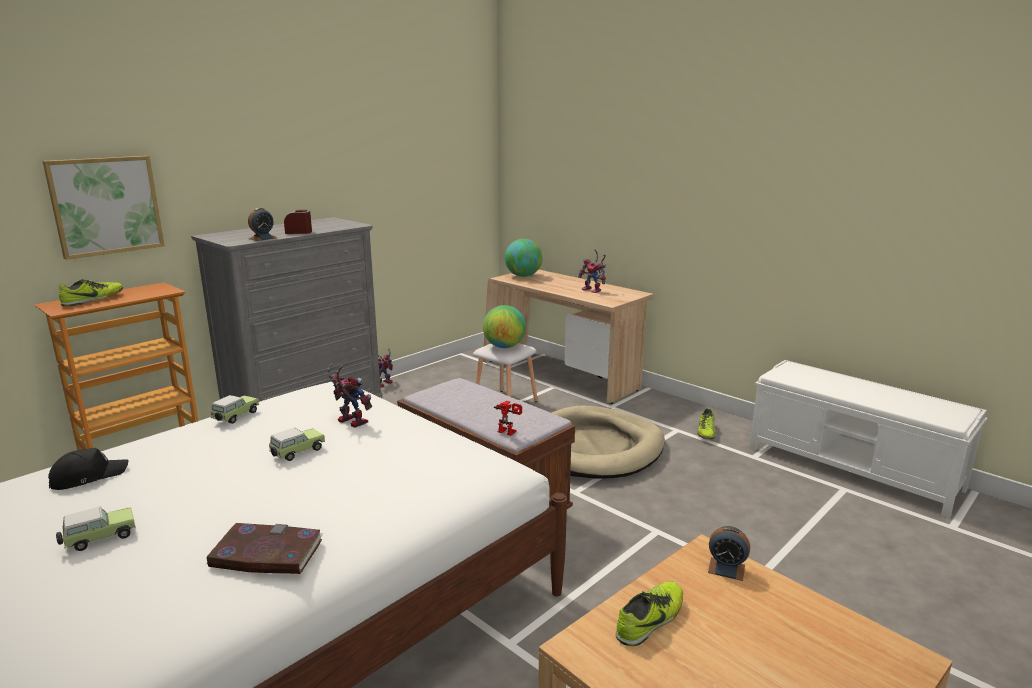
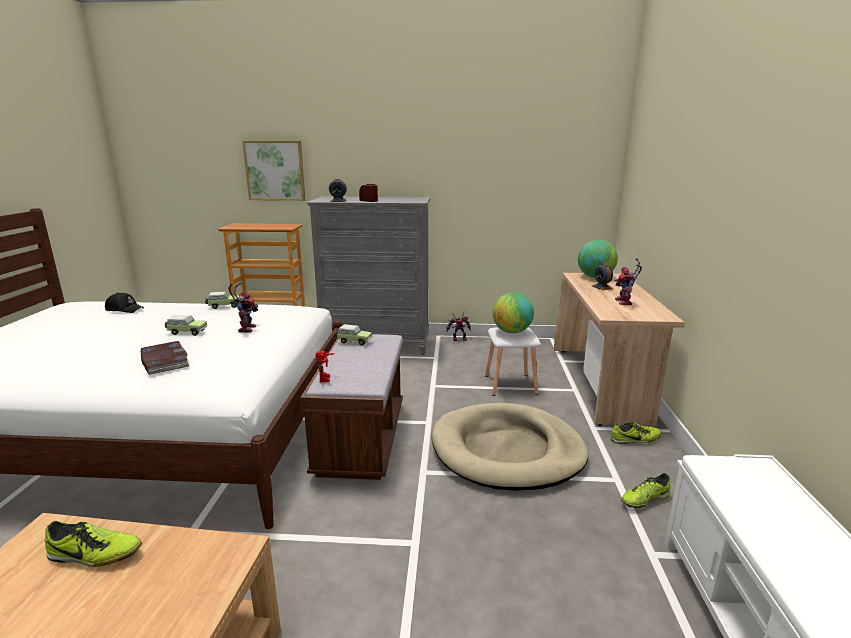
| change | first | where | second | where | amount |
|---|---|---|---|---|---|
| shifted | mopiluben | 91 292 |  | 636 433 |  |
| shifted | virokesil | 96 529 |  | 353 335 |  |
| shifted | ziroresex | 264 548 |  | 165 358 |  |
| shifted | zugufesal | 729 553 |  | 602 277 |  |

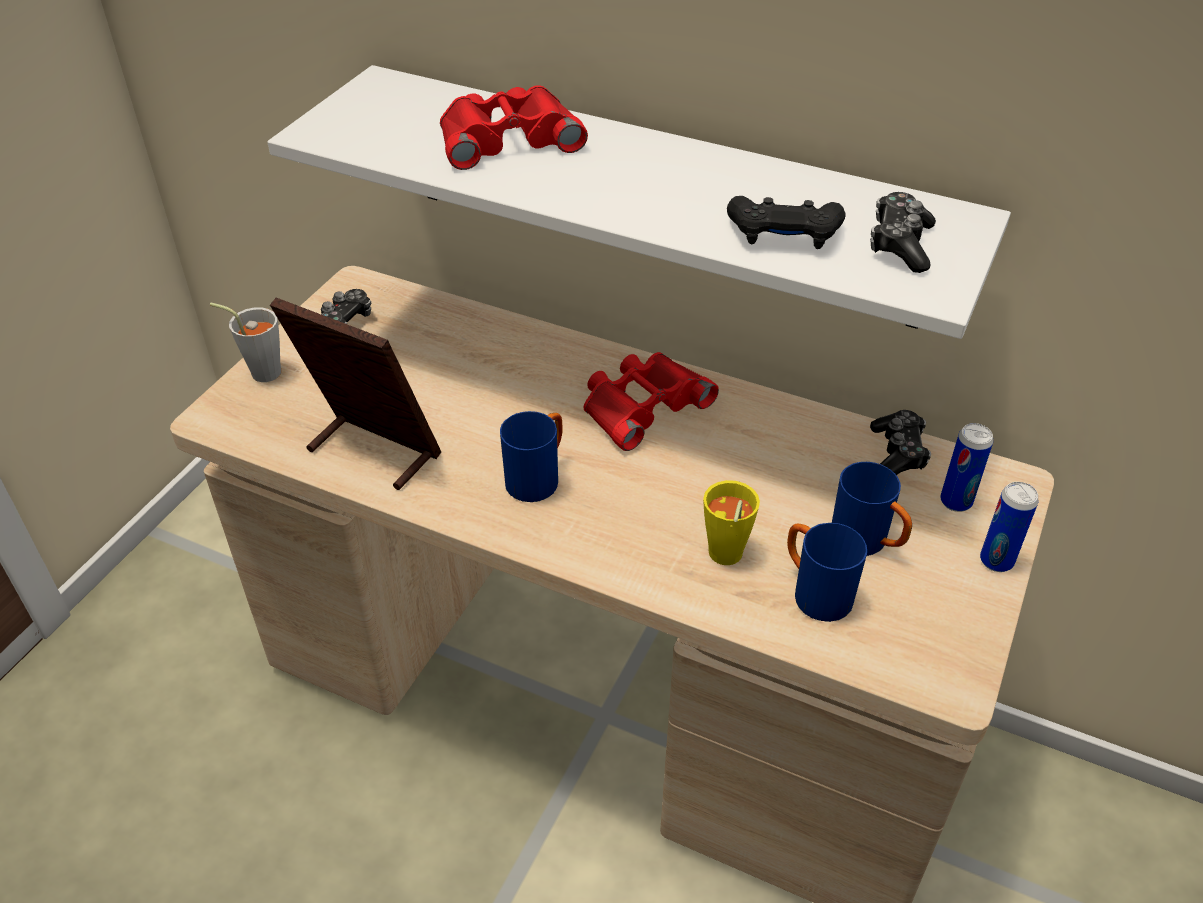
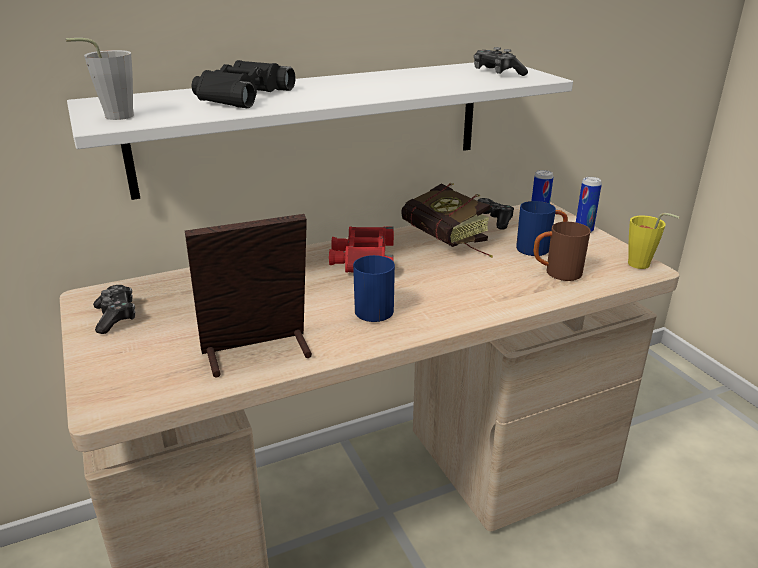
| change | first | where | second | where | amount |
|---|---|---|---|---|---|
| repainted | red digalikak | 514 127 | black digalikak | 243 84 |  |
| gone | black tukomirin | 786 222 |  |  |  |
| shifted | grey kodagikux | 245 342 |  | 100 79 |  |
| shifted | yellow kodagikux | 731 522 |  | 654 241 |  |
| repainted | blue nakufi | 827 572 | brown nakufi | 562 251 |  |
| new |  |  | ziroresex | 446 220 |  |

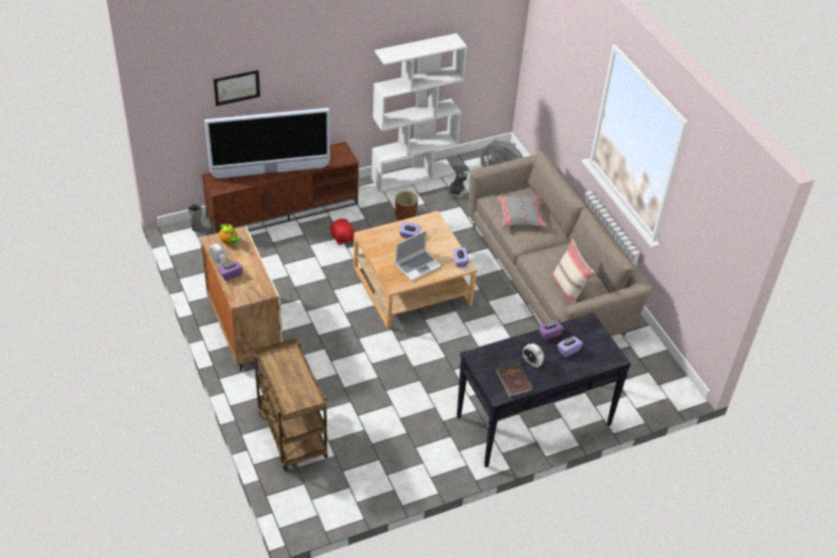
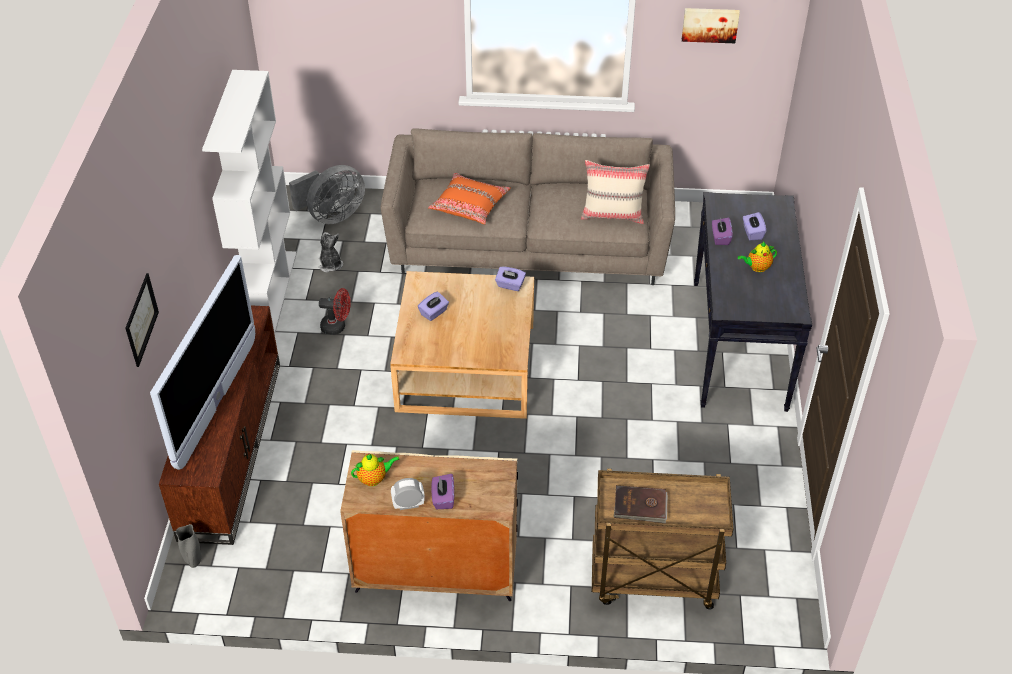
| change | first | where | second | where | amount |
|---|---|---|---|---|---|
| swapped | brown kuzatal | 406 206 | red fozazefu | 335 311 |  |
| repainted | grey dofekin | 522 211 | orange dofekin | 469 198 |  |
| gone | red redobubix | 343 232 |  |  |  |
| gone | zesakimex | 418 255 |  |  |  |
| swapped | zugufesal | 533 355 | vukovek | 757 257 |  |
| shifted | brown ziroresex | 515 379 |  | 641 504 |  |
| new |  |  | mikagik | 711 25 |  |

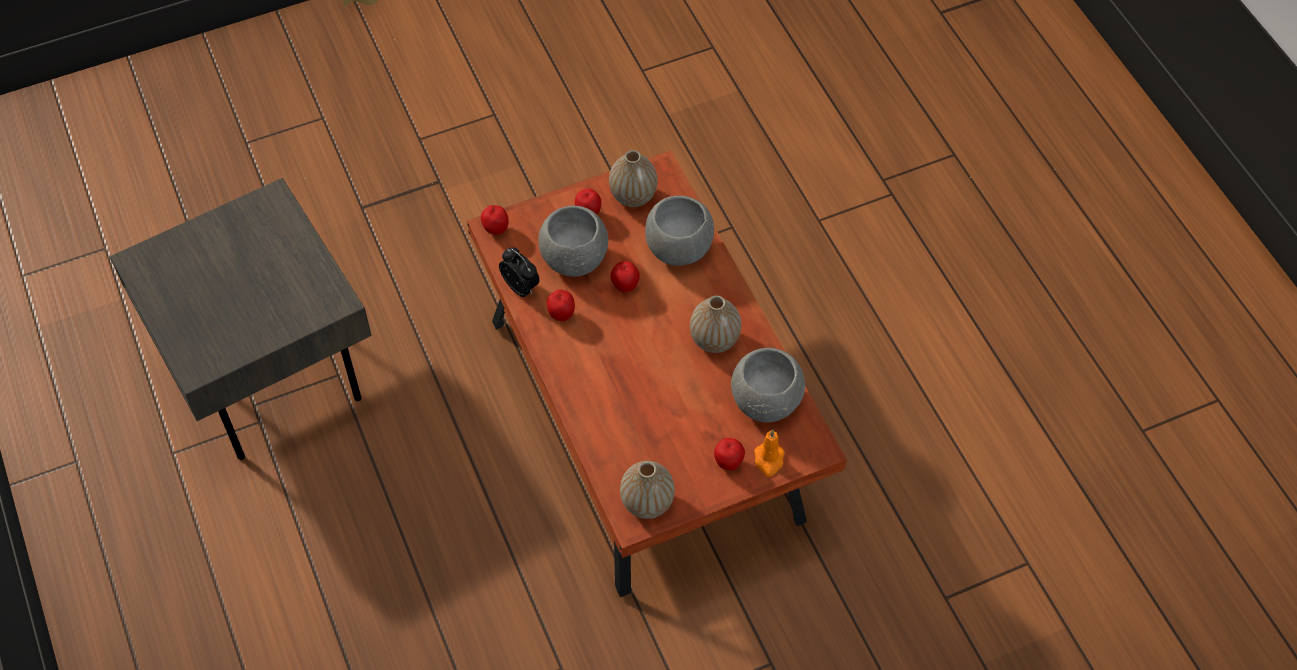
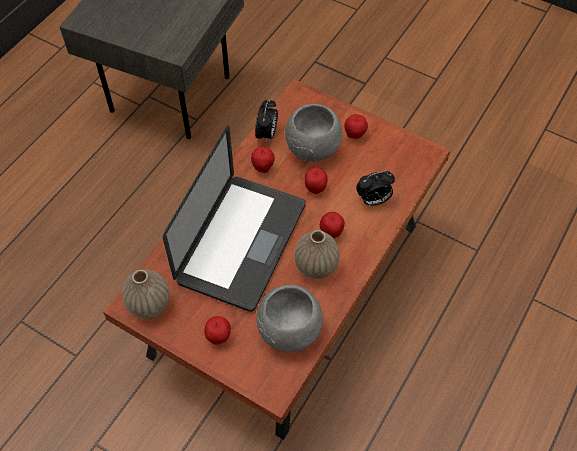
| change | first | where | second | where | amount |
|---|---|---|---|---|---|
| gone | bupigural | 633 178 |  |  |  |
| swapped | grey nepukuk | 679 231 | zugufesal | 375 188 |  |
| shifted | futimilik | 495 220 |  | 332 225 |  |
| gone | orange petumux | 769 453 |  |  |  |
| new |  |  | zesakimex | 234 219 |  |

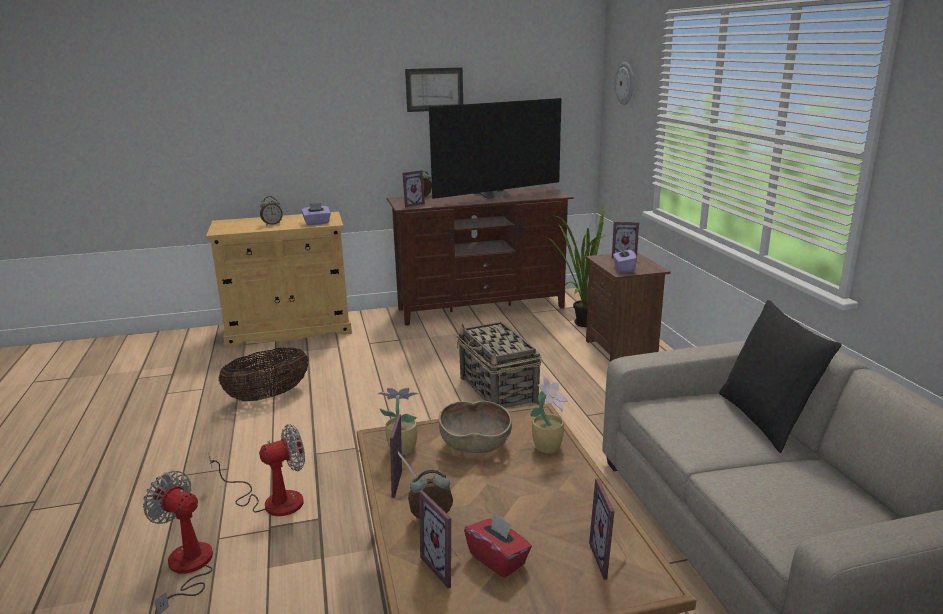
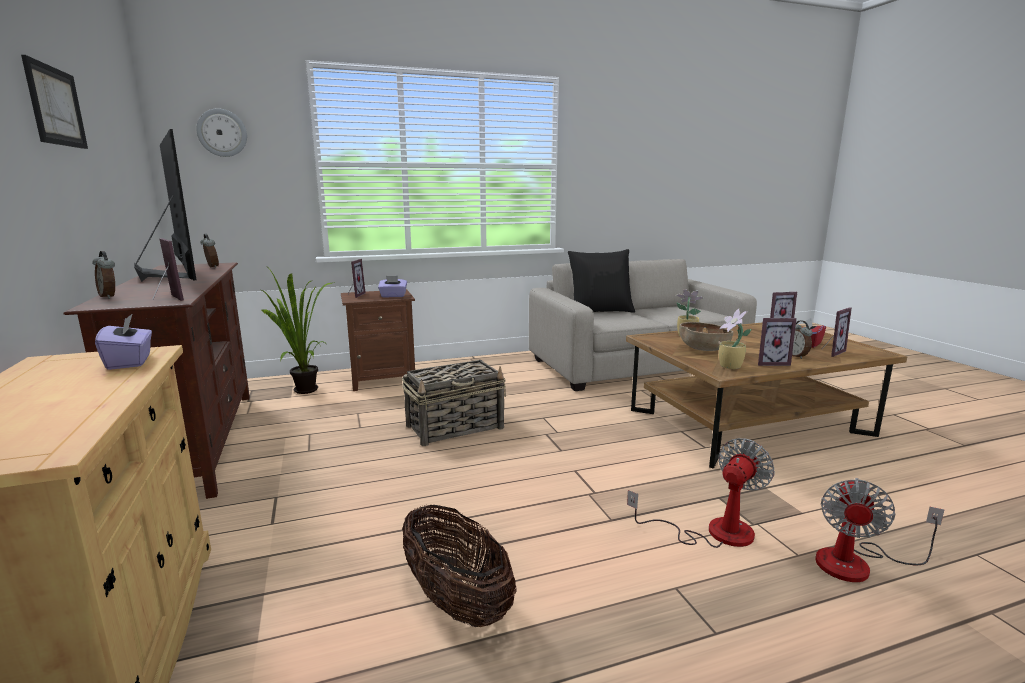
| change | first | where | second | where | amount |
|---|---|---|---|---|---|
| shifted | zugufesal | 271 211 |  | 210 250 |  |
| rotated | fozazefu | 256 470 |  | 701 493 | 75 degrees clockwise |

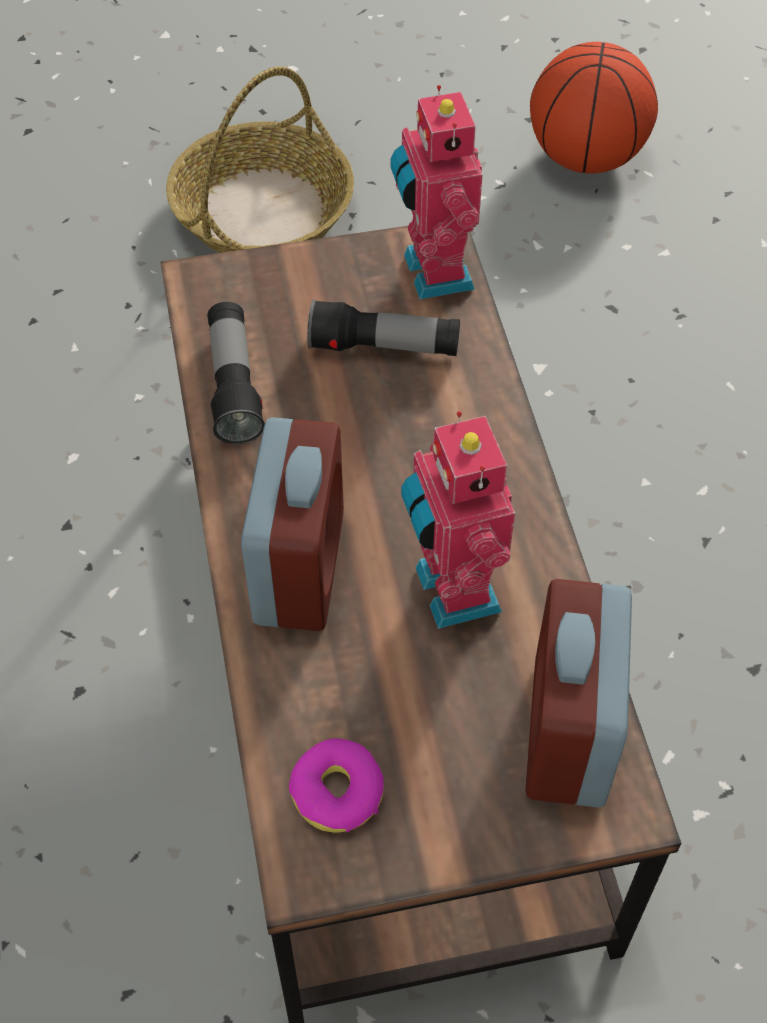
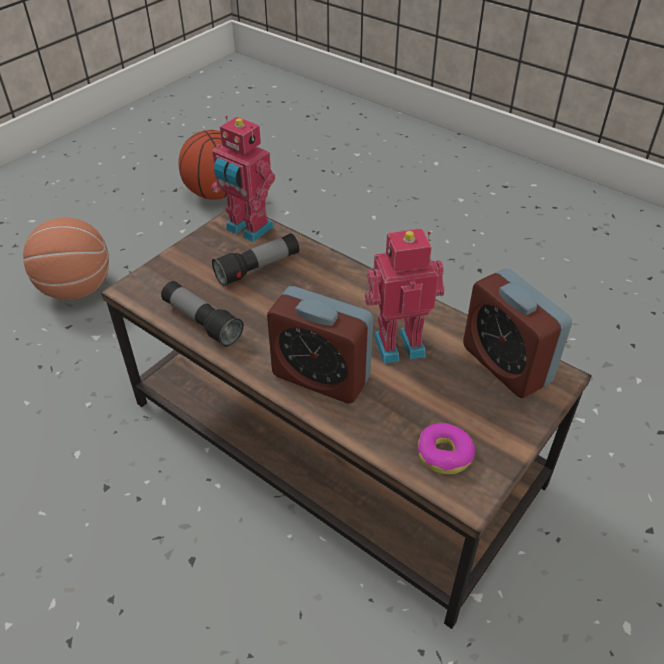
| change | first | where | second | where | amount |
|---|---|---|---|---|---|
| swapped | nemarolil | 260 160 | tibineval | 66 259 |  |
| rotated | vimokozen | 458 520 |  | 405 296 | 135 degrees clockwise |
| rotated | zugufesal | 292 524 |  | 320 345 | 150 degrees clockwise |

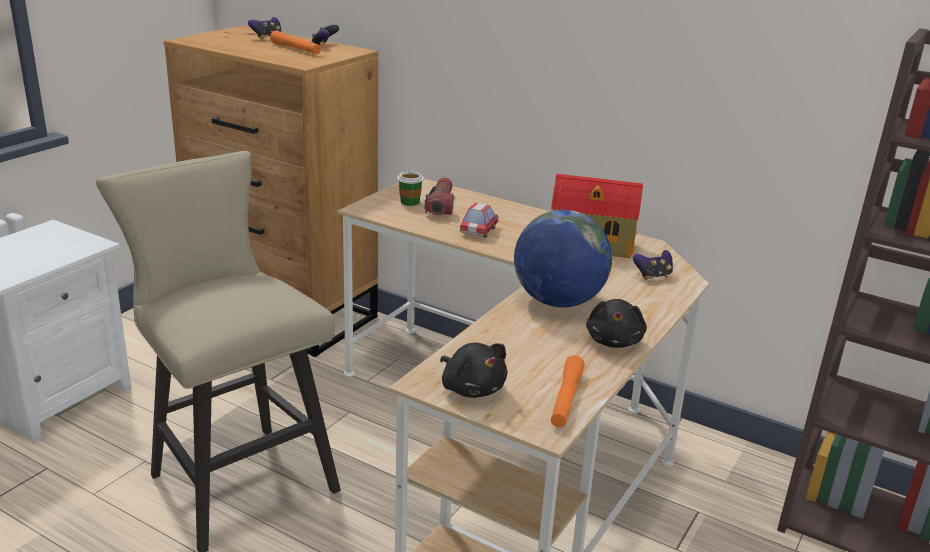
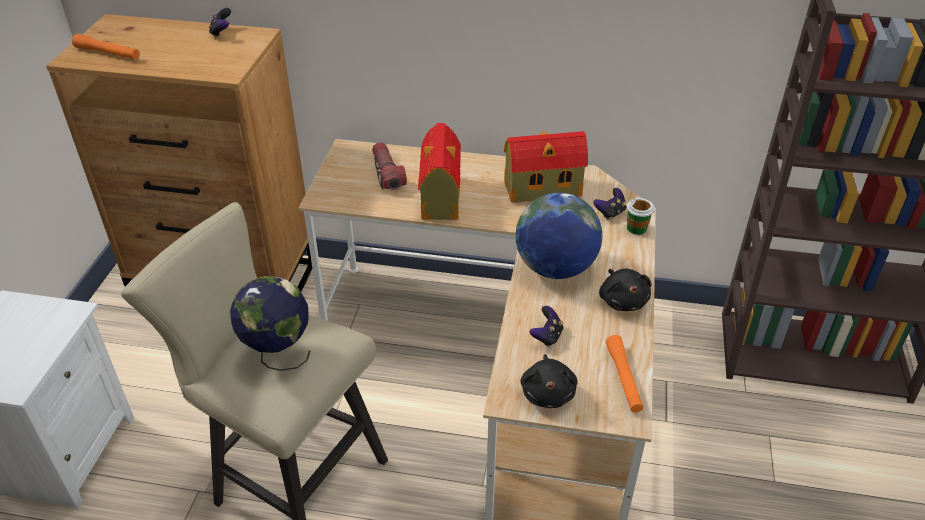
| change | first | where | second | where | amount |
|---|---|---|---|---|---|
| shifted | tukomirin | 265 28 |  | 546 326 |  |
| shifted | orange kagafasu | 295 42 |  | 106 47 |  |
| shifted | kodagikux | 410 188 |  | 641 216 |  |
| swapped | virokesil | 479 220 | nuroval | 439 171 |  |
| rotated | black redobubix | 473 370 |  | 549 381 | 60 degrees clockwise |
| new |  |  | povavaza | 270 323 |  |

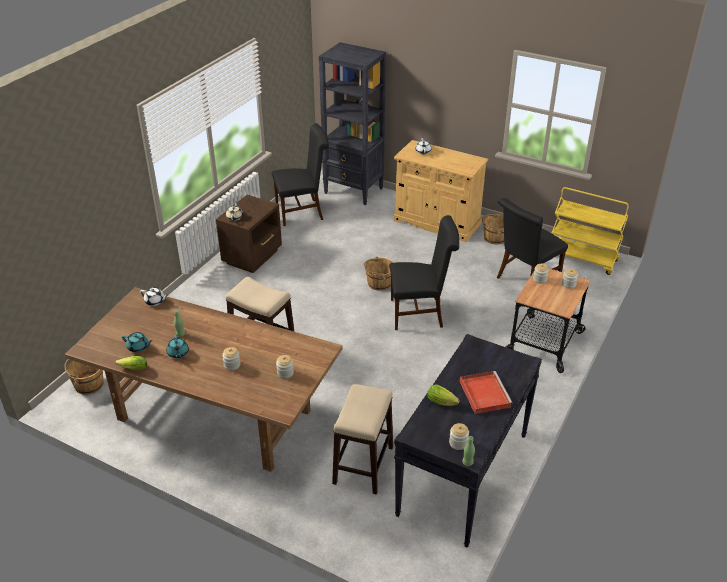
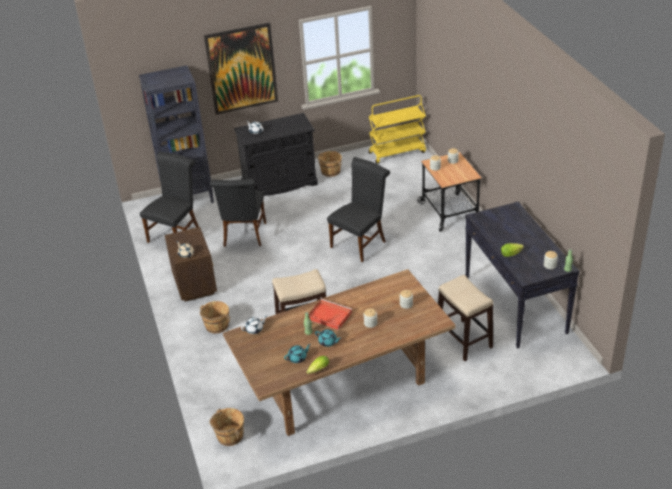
| change | first | where | second | where | amount |
|---|---|---|---|---|---|
| repainted | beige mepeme | 441 191 | black mepeme | 276 154 |  |
| shifted | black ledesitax | 532 238 |  | 238 212 |  |
| shifted | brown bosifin | 378 274 |  | 215 317 |  |
| shifted | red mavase | 486 392 |  | 330 314 |  |
| new |  |  | mikagik | 241 69 |  |

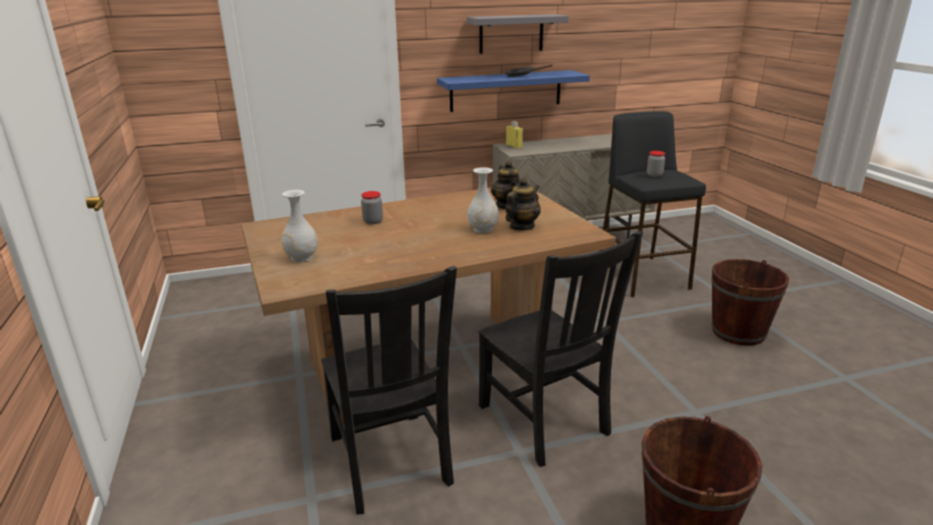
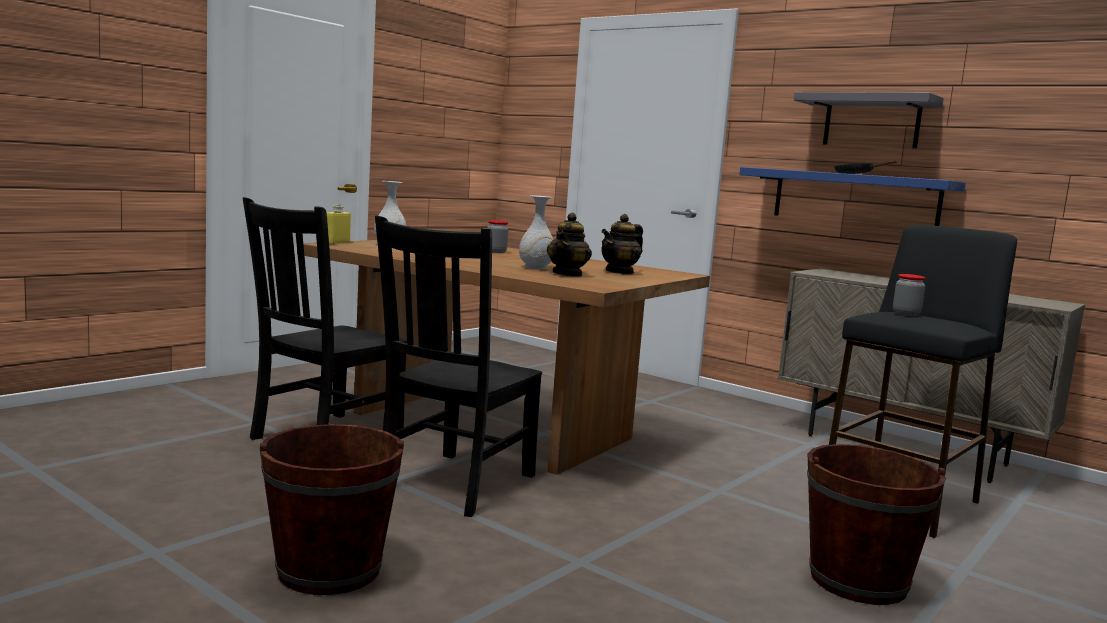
| change | first | where | second | where | amount |
|---|---|---|---|---|---|
| shifted | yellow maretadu | 514 135 |  | 339 224 |  |
| rotated | vukovek | 523 204 |  | 569 245 | 105 degrees clockwise |

